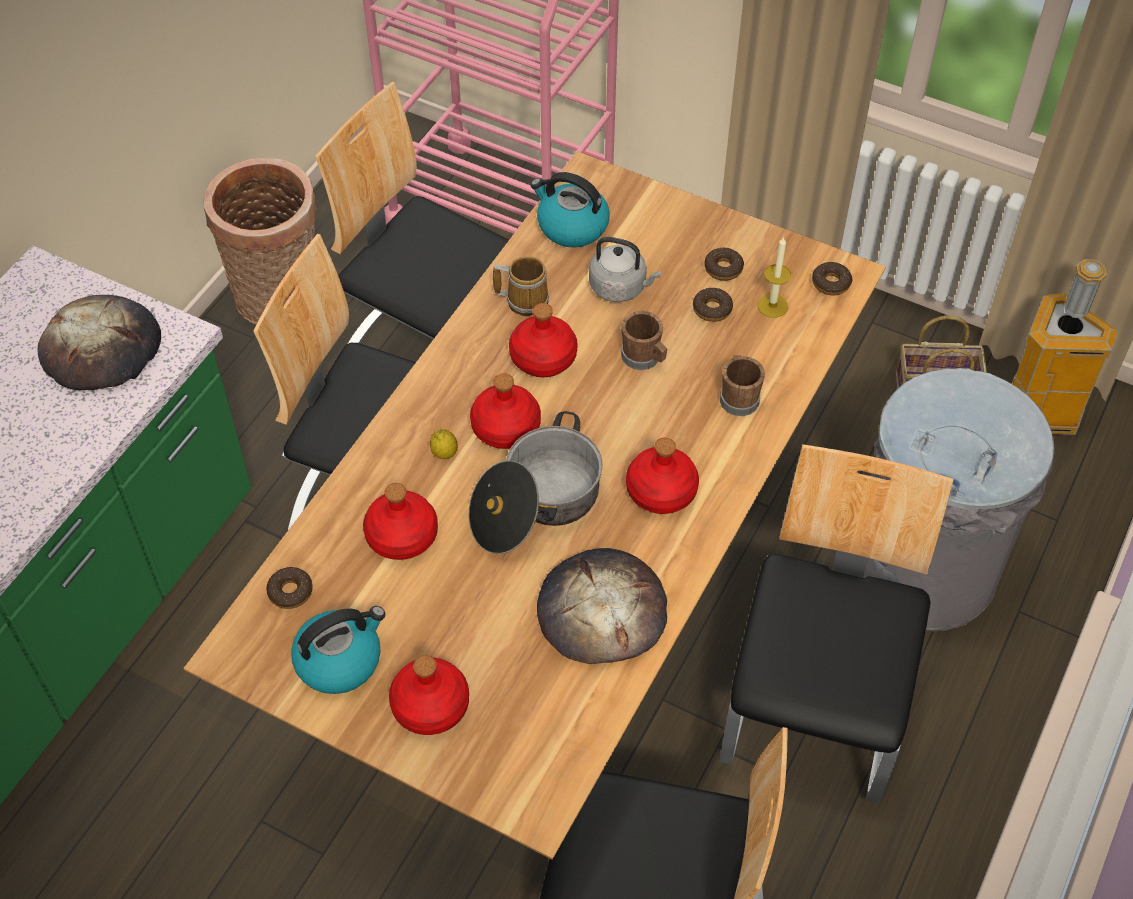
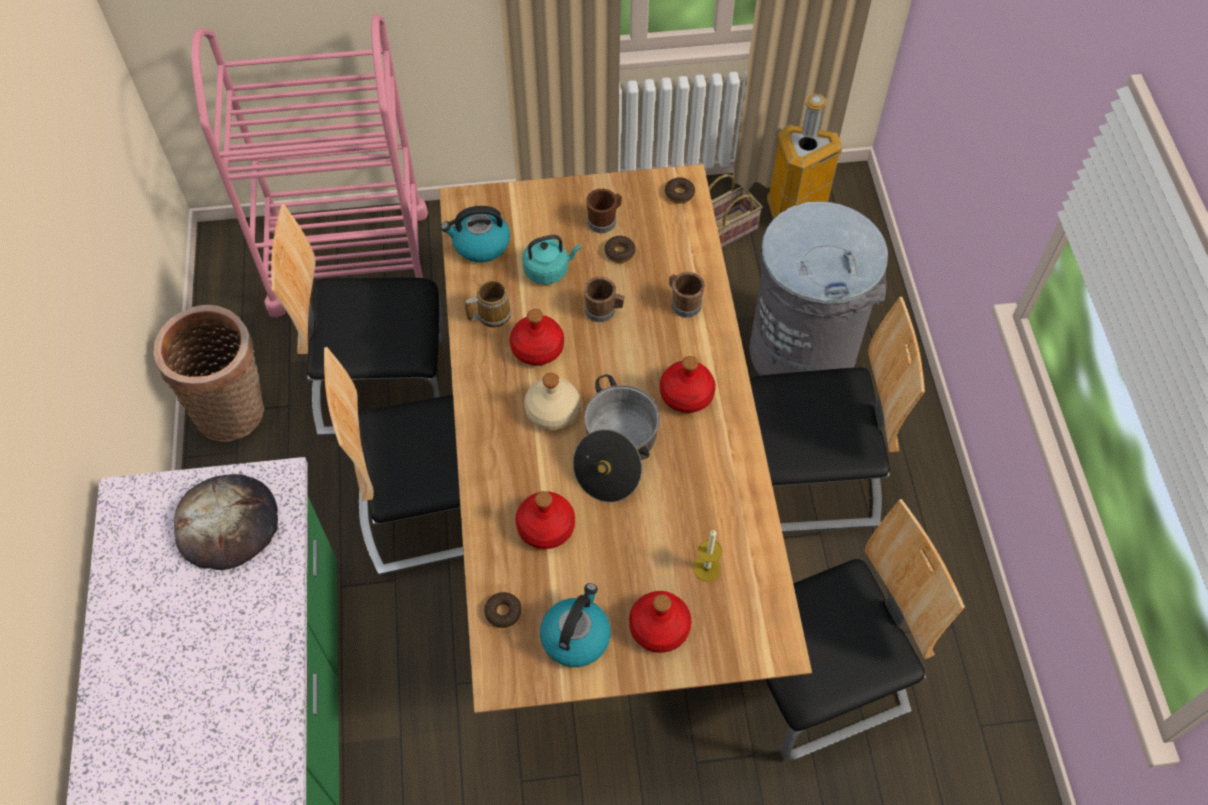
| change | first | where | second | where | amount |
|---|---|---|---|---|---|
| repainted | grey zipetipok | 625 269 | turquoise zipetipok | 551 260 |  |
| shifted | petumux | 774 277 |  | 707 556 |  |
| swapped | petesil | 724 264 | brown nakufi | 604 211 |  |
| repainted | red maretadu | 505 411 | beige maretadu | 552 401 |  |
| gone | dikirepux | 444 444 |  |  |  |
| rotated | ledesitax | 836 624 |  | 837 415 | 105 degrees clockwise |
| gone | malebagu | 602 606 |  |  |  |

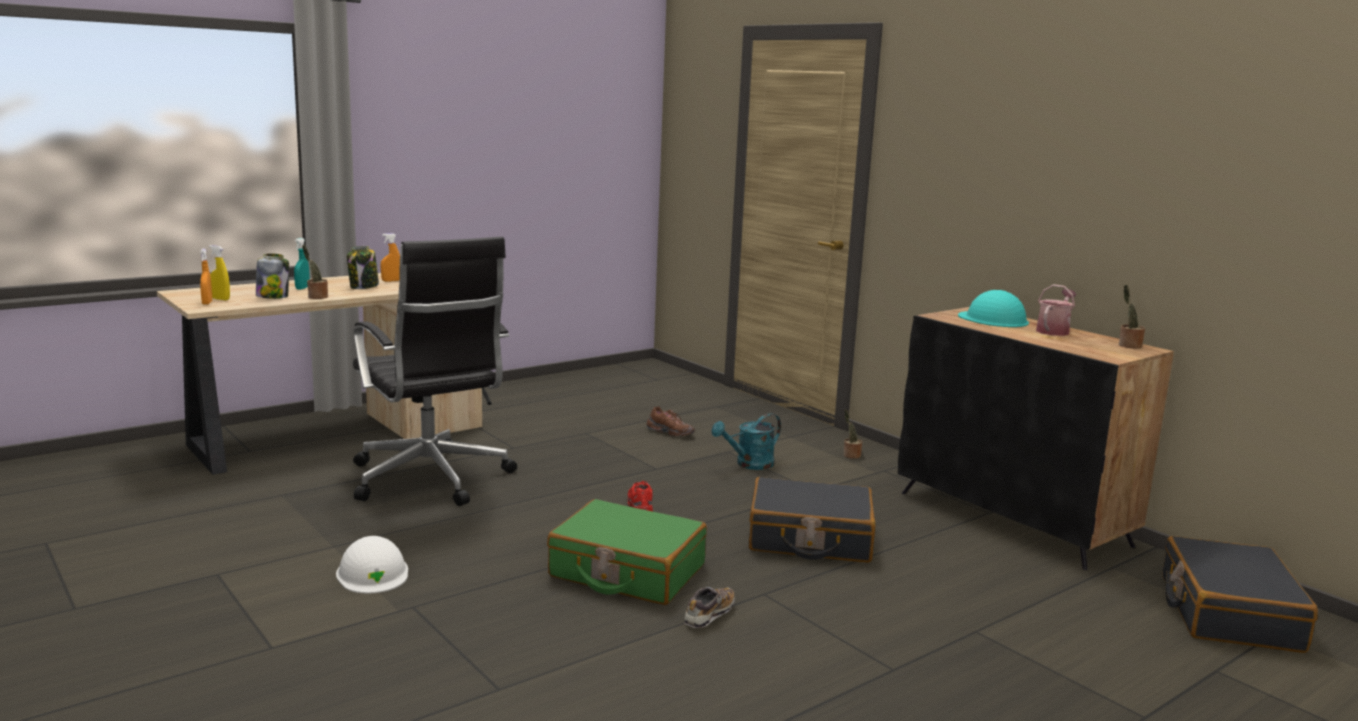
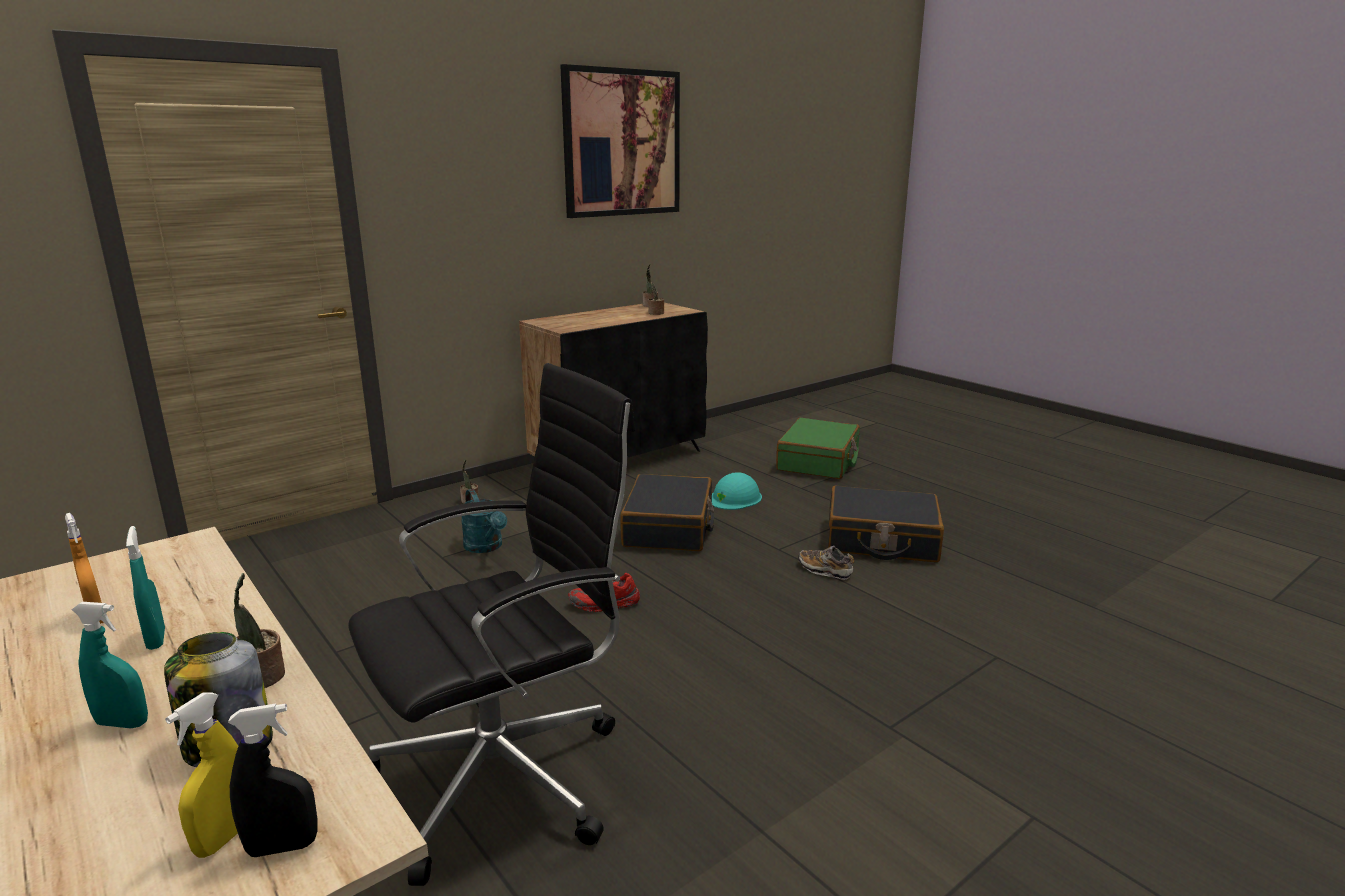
| change | first | where | second | where | amount |
|---|---|---|---|---|---|
| swapped | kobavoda | 363 267 | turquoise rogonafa | 145 588 |  |
| repainted | orange rogonafa | 206 276 | black rogonafa | 272 780 |  |
| gone | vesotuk | 1056 310 |  |  |  |
| shifted | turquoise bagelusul | 993 308 |  | 737 491 |  |
| gone | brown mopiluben | 671 421 |  |  |  |
| shifted | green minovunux | 627 552 |  | 818 448 |  |
| gone | white bagelusul | 372 564 |  |  |  |
| shifted | black minovunux | 1240 594 |  | 886 524 |  |
| new |  |  | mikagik | 620 141 |  |
| new |  |  | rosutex | 655 292 |  |

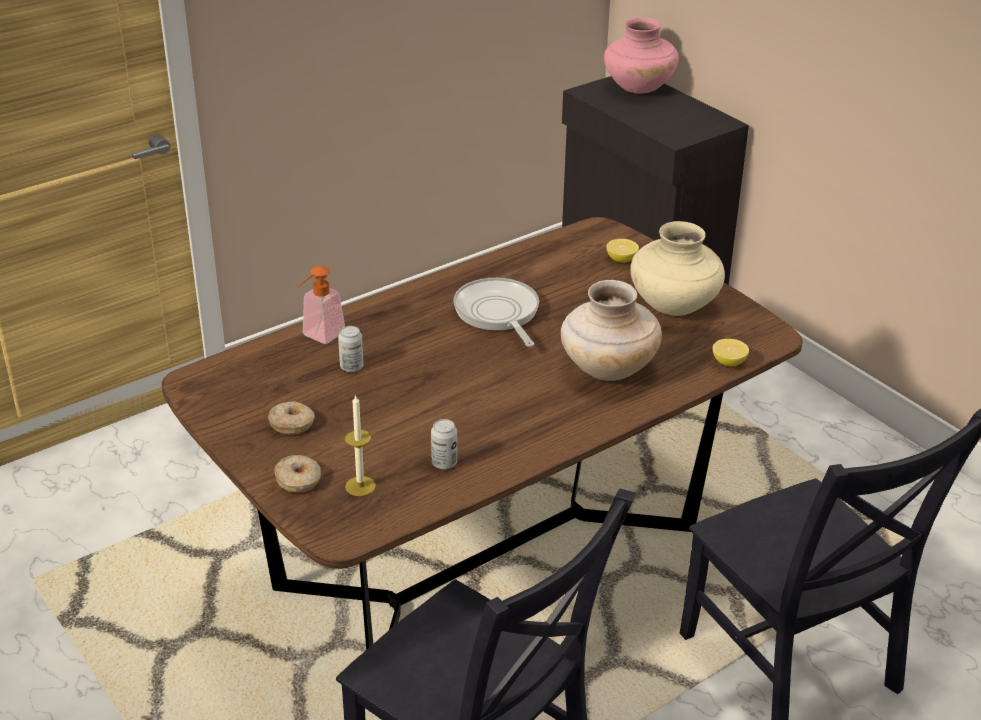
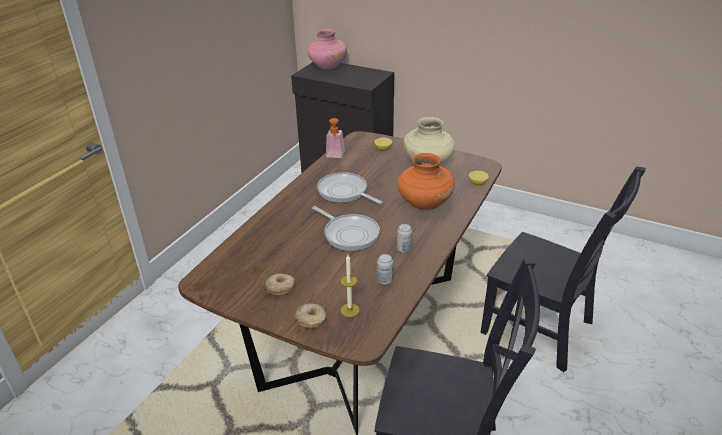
| change | first | where | second | where | amount |
|---|---|---|---|---|---|
| shifted | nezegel | 321 305 |  | 335 138 |  |
| repainted | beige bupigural | 611 330 | orange bupigural | 426 181 |  |
| shifted | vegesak | 351 349 |  | 404 238 |  |
| new |  |  | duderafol | 346 228 |  |

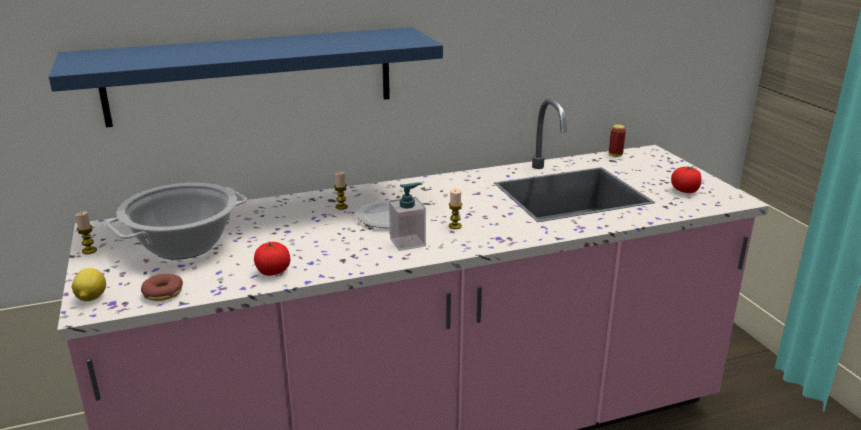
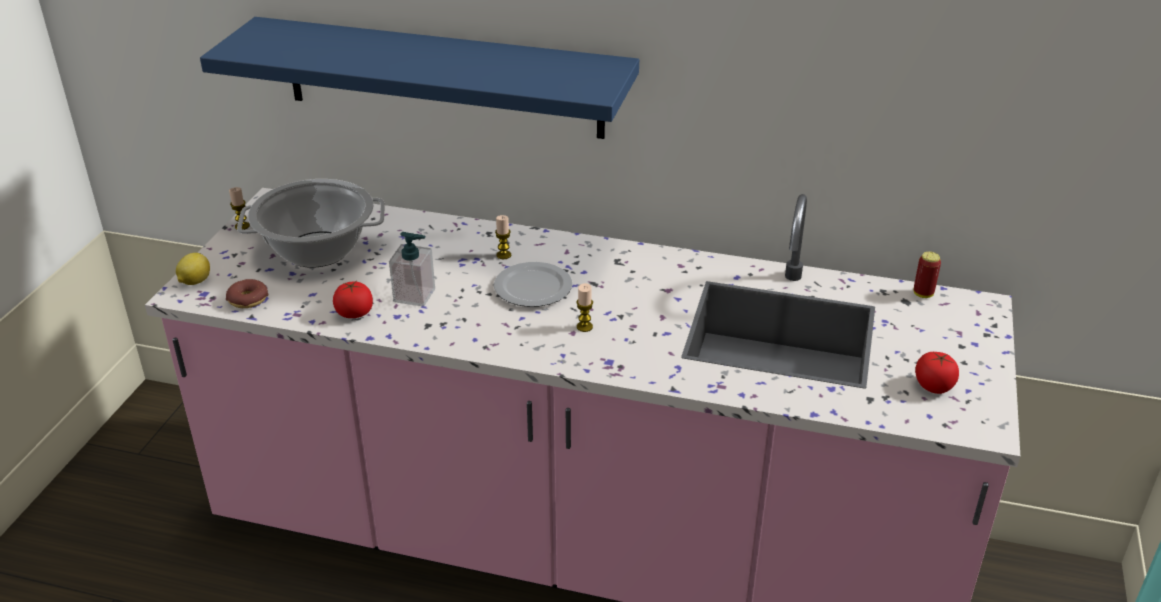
| change | first | where | second | where | amount |
|---|---|---|---|---|---|
| shifted | nezegel | 407 216 |  | 412 269 |  |

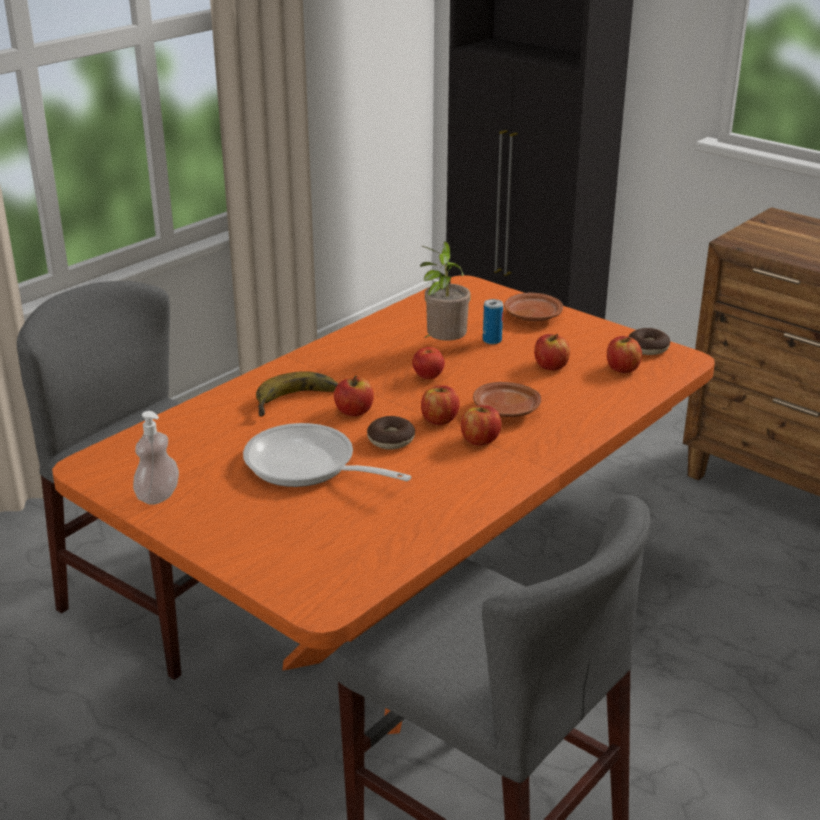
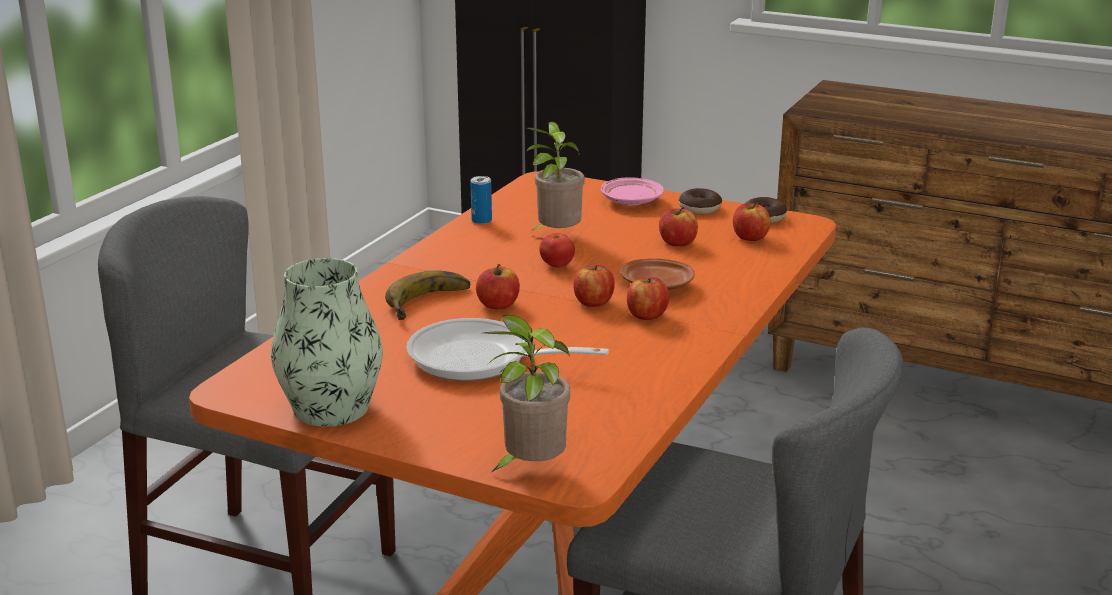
| change | first | where | second | where | amount |
|---|---|---|---|---|---|
| repainted | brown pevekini | 533 307 | pink pevekini | 632 191 |  |
| shifted | vegesak | 493 321 |  | 481 200 |  |
| swapped | nezegel | 156 458 | bupigural | 327 342 |  |
| shifted | petesil | 391 433 |  | 700 201 |  |
| new |  |  | rosutex | 527 393 |  |

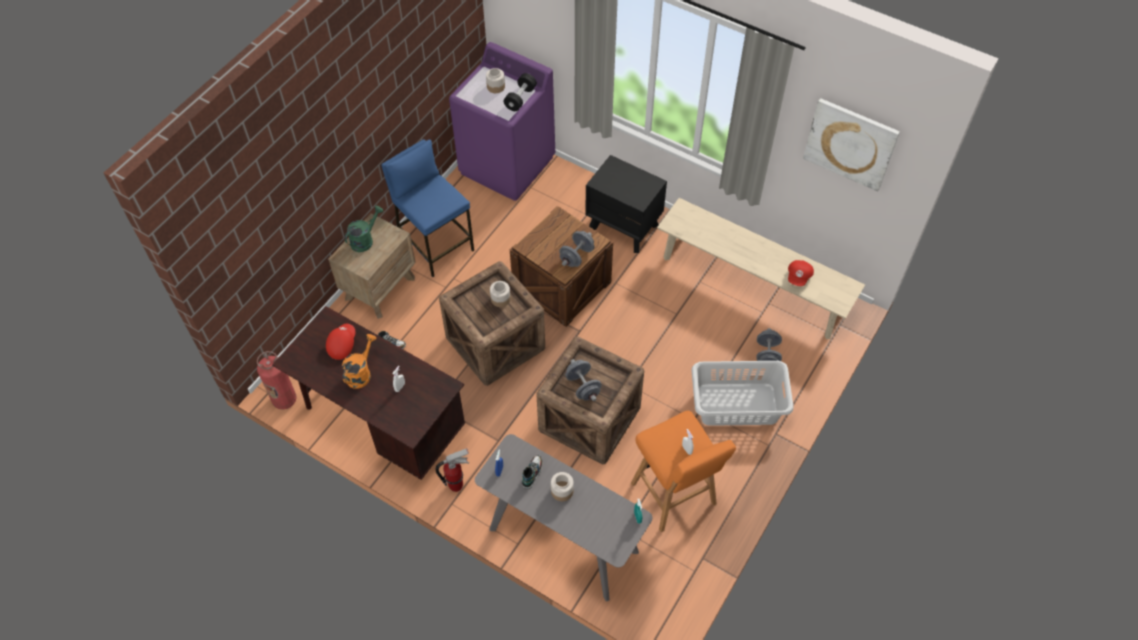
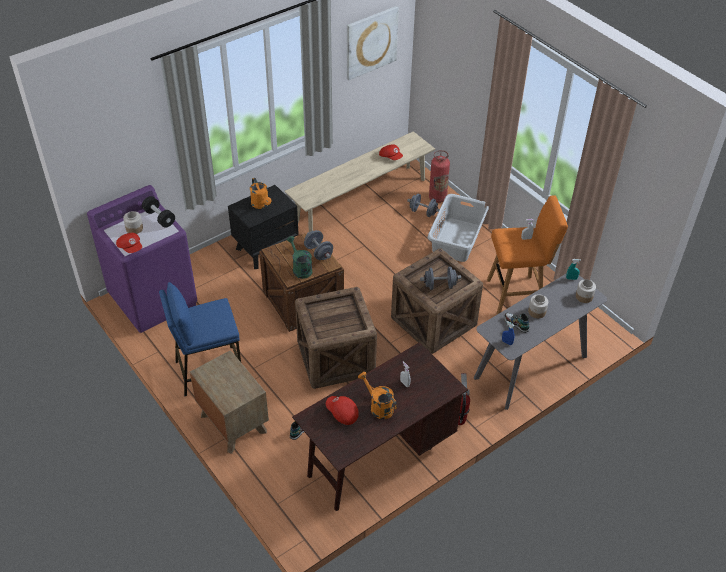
| change | first | where | second | where | amount |
|---|---|---|---|---|---|
| shifted | green vesotuk | 364 229 |  | 299 257 |  |
| shifted | kobavoda | 500 294 |  | 586 291 |  |
| shifted | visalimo | 277 380 |  | 439 176 |  |
| new |  |  | orange vesotuk | 260 193 |  |
| new |  |  | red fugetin | 129 243 |  |

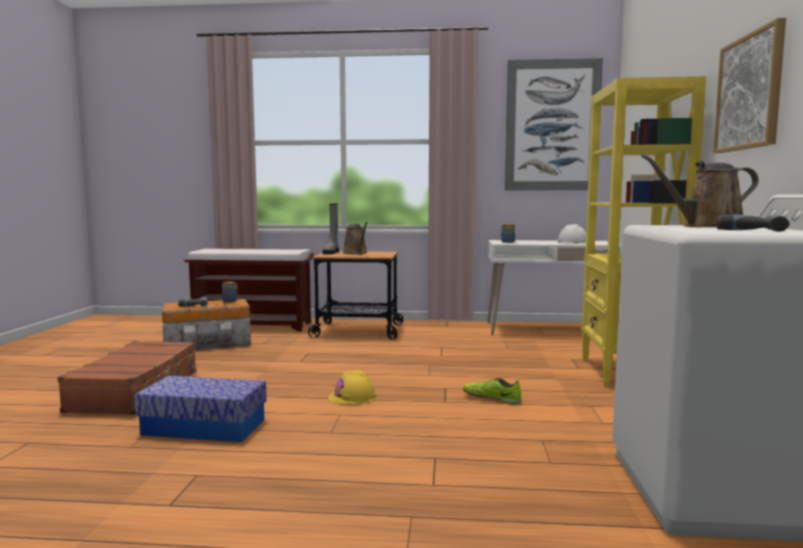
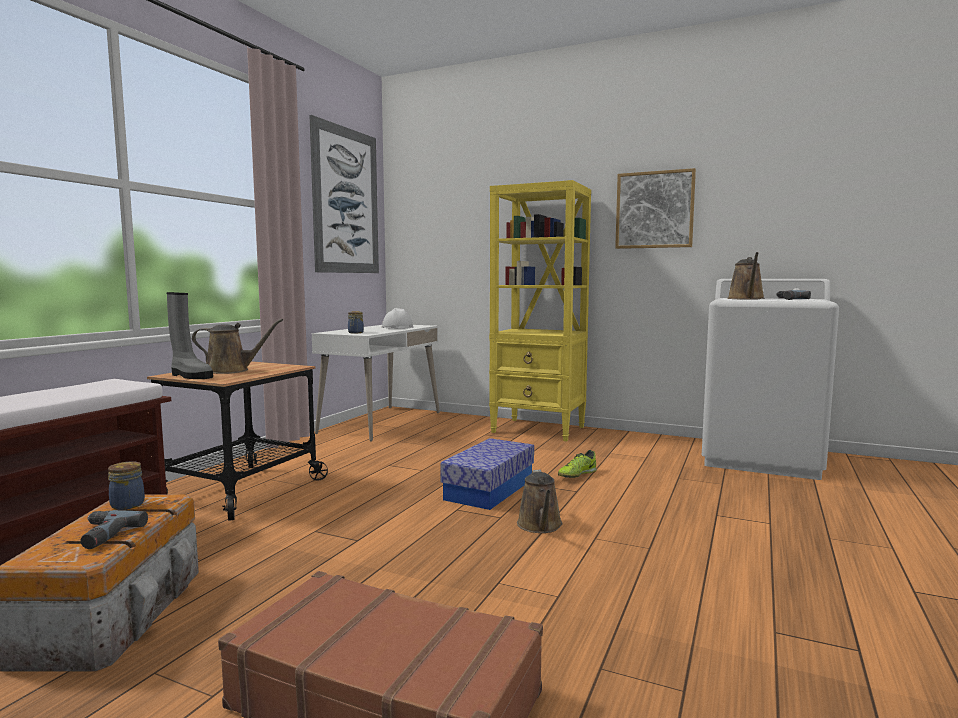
| change | first | where | second | where | amount |
|---|---|---|---|---|---|
| swapped | yellow bagelusul | 352 387 | brown vesotuk | 540 501 |  |
| shifted | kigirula | 200 409 |  | 487 474 |  |

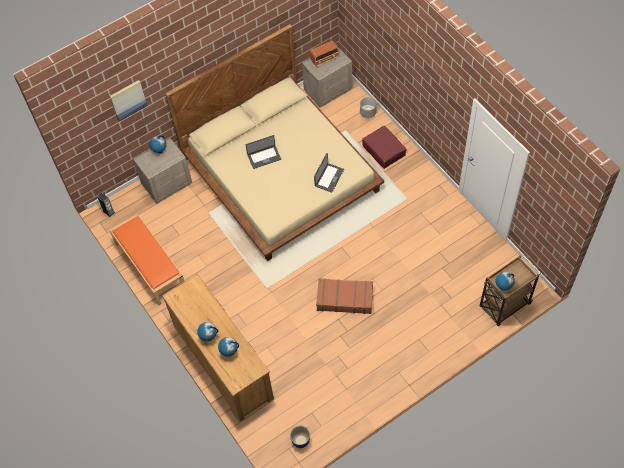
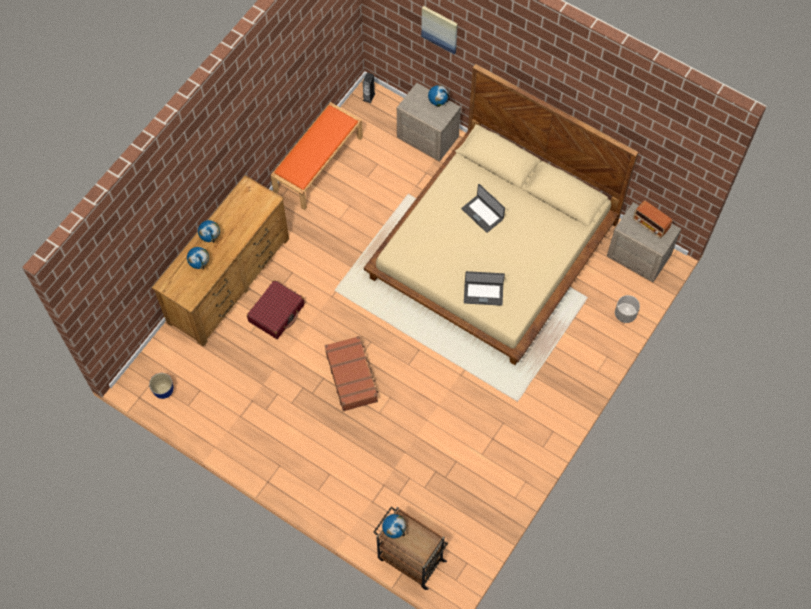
| change | first | where | second | where | amount |
|---|---|---|---|---|---|
| shifted | red minovunux | 384 147 |  | 276 309 |  |

